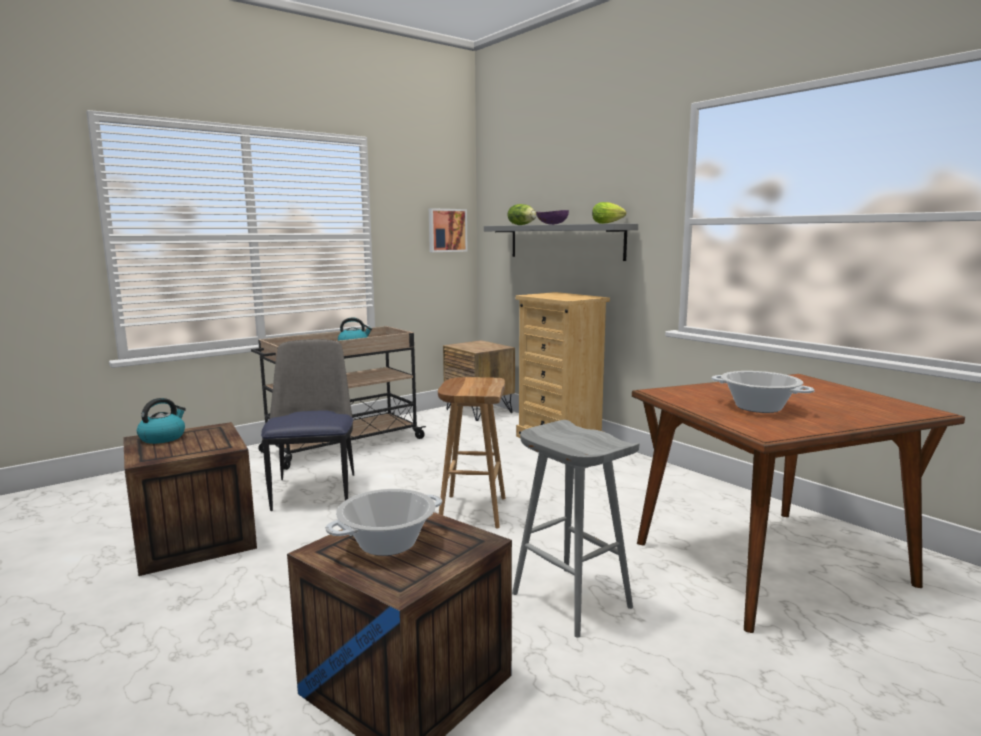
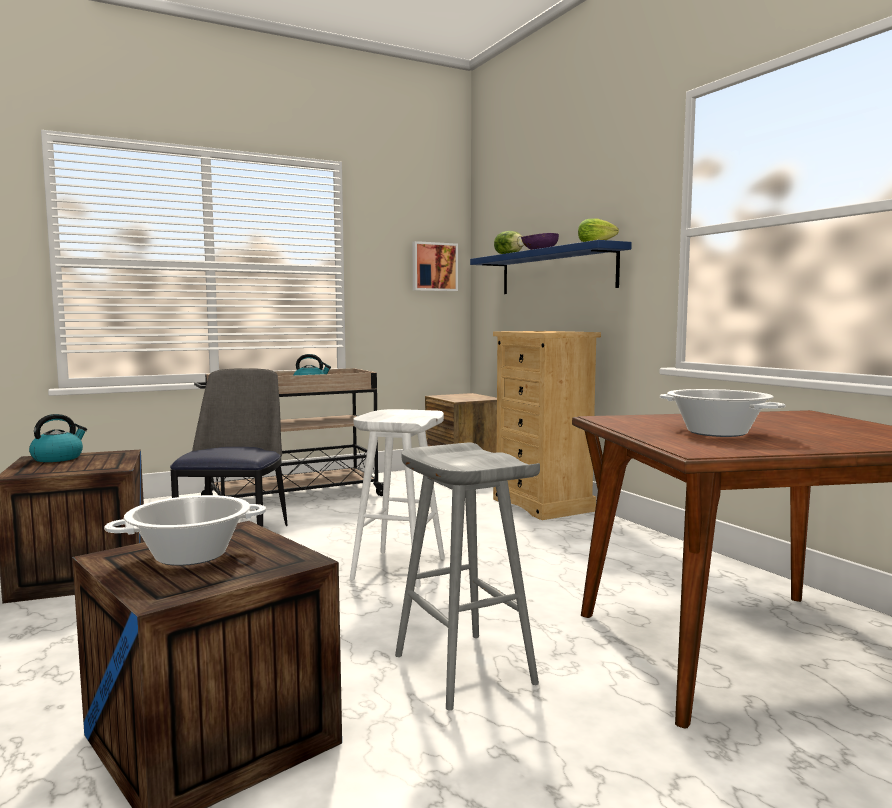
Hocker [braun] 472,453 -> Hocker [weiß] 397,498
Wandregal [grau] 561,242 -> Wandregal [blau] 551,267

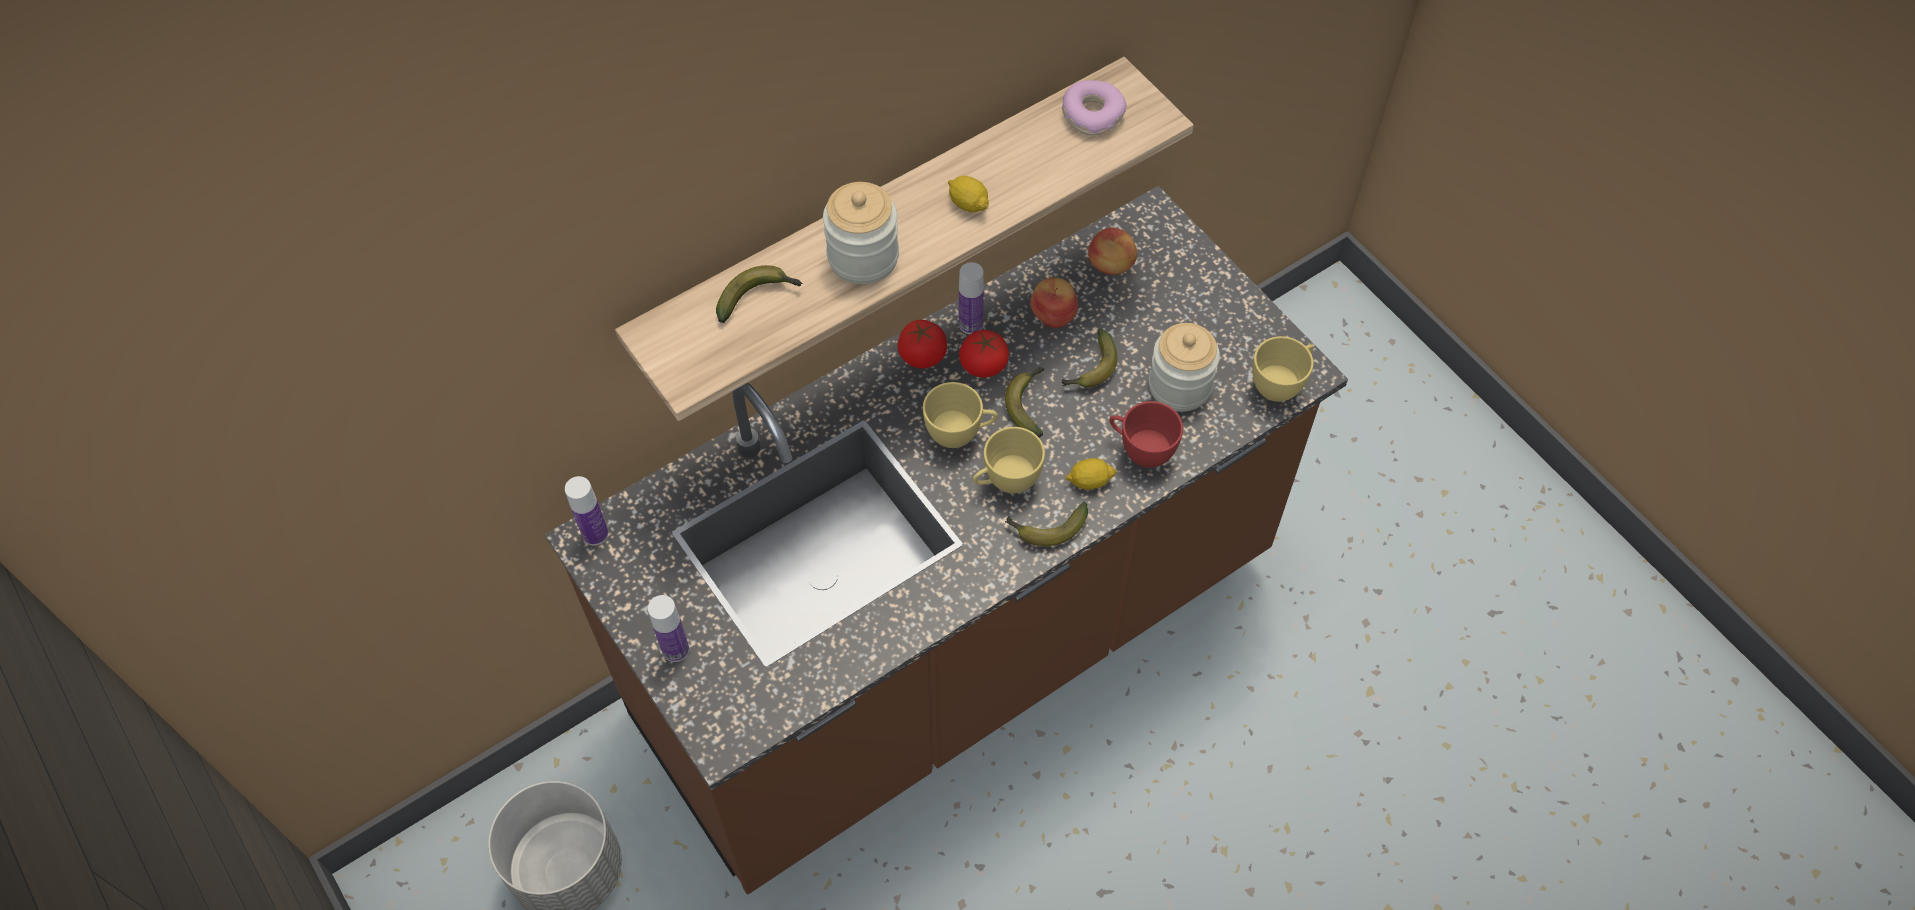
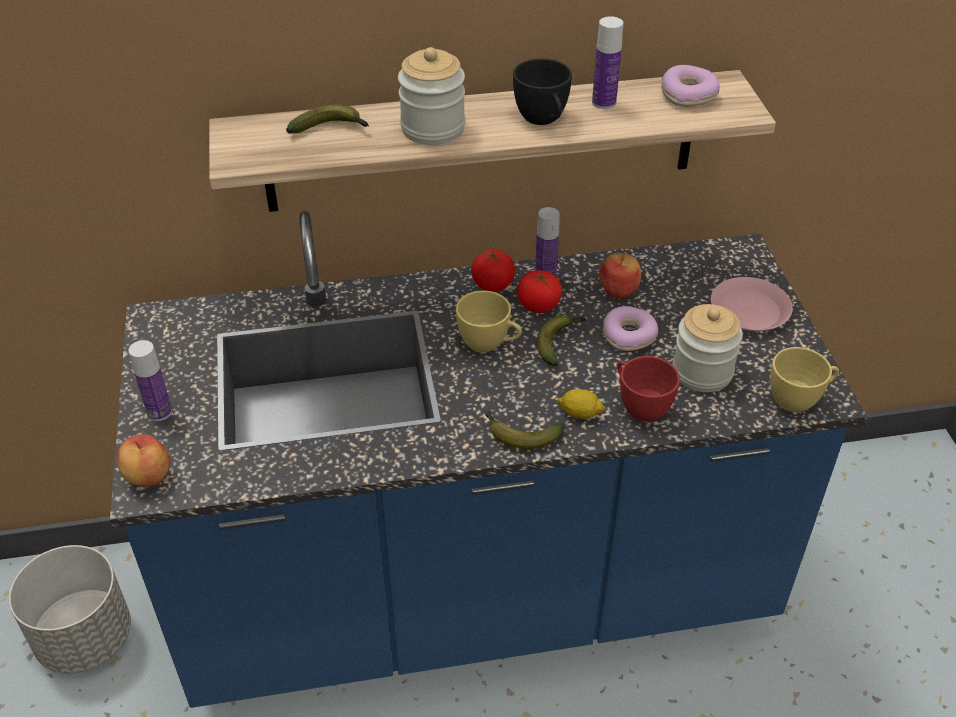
Tasse [gelb] 1009,460 -> none
none -> Teller [rosa] 752,304
Flasche 586,511 -> Flasche 607,62, relocated
Apfel 1112,251 -> Apfel 143,461, relocated
Zitrone 968,194 -> Tasse [schwarz] 542,91
Banane 1089,358 -> Donut 630,328
Küchenzeile [braun] 946,540 -> Küchenzeile [blau] 489,459

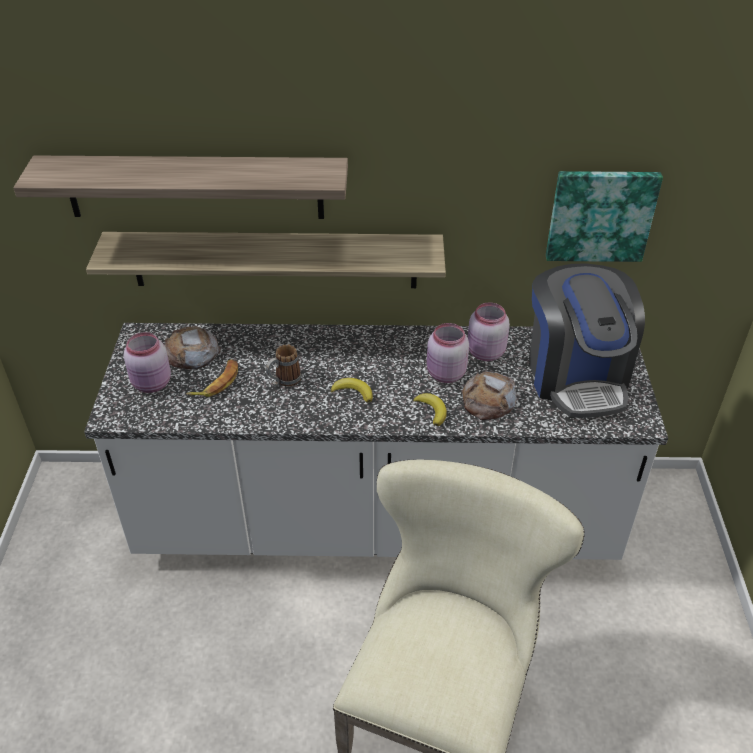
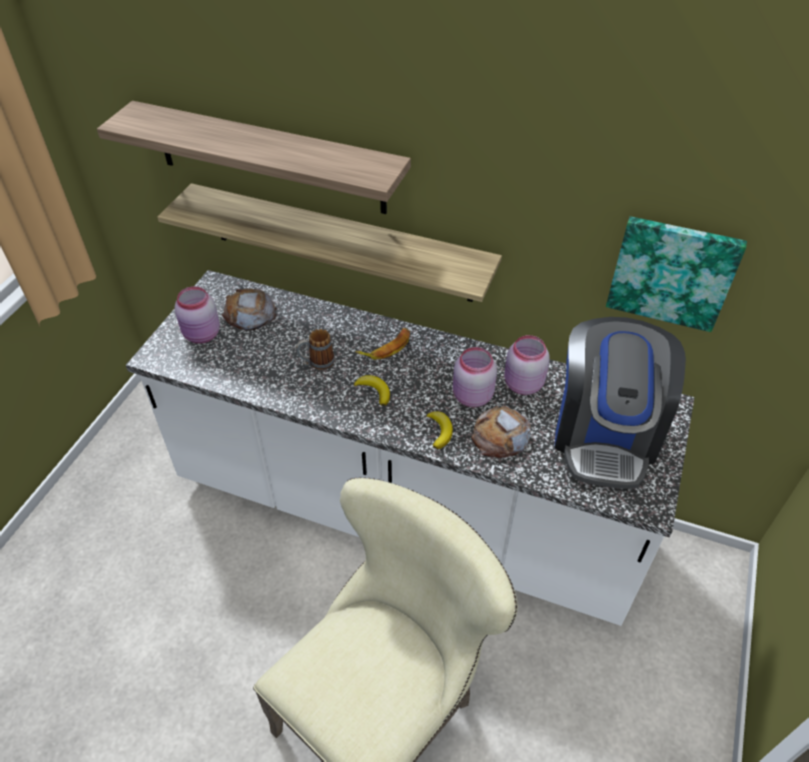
Banane 212,378 -> Banane 382,344, relocated

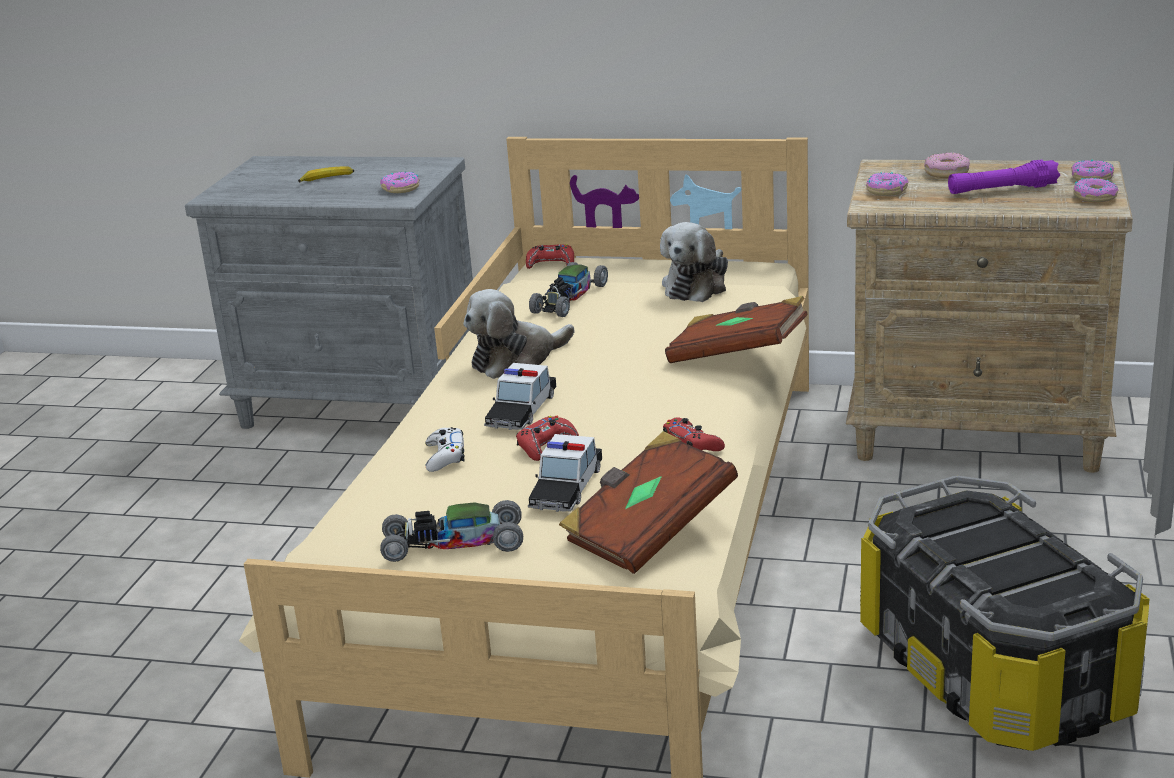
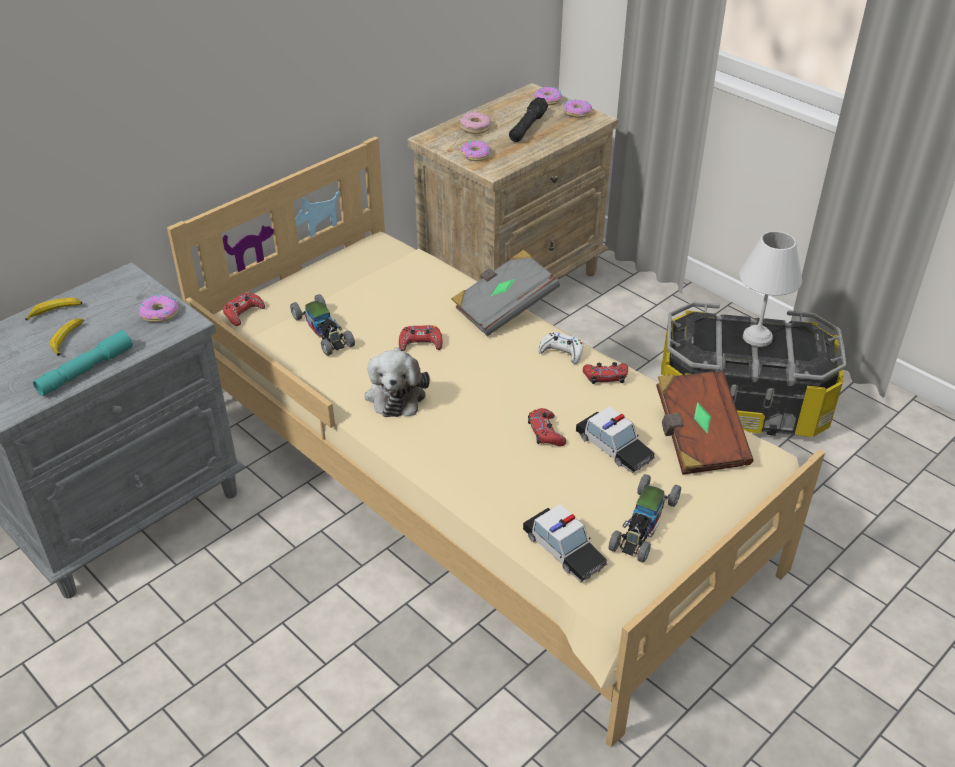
Plüschtier 694,262 -> none
none -> Banane 53,309
none -> Taschenlampe [türkis] 83,363
none -> Gamepad [rot] 420,338
none -> Tischlampe [weiß] 770,289
Gamepad [weiß] 445,449 -> Gamepad [weiß] 561,348, relocated
Spielzeugauto 520,396 -> Spielzeugauto 565,543, relocated
Buch [braun] 736,329 -> Buch [grau] 506,293
Taschenlampe [lila] 1004,176 -> Taschenlampe [schwarz] 528,119

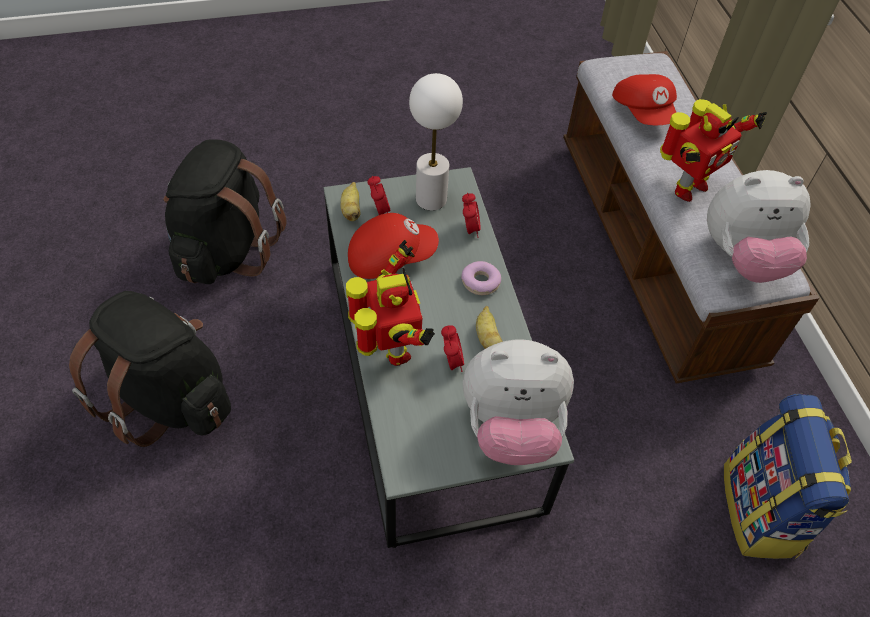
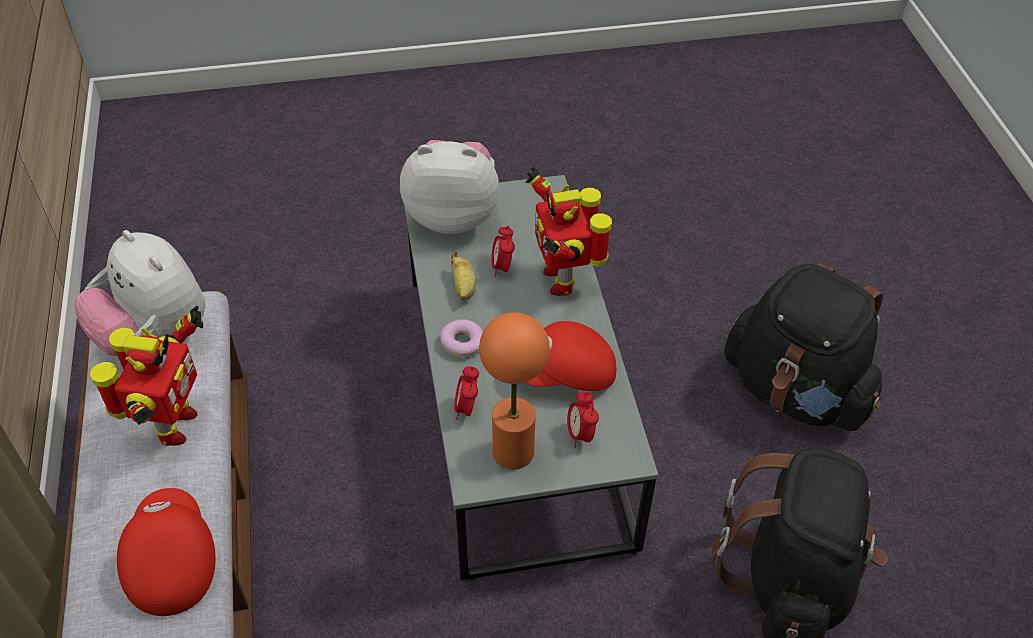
Banane 350,201 -> none
Rucksack 788,476 -> none
Tischlampe [weiß] 436,142 -> Tischlampe [orange] 514,390
Spielzeugroboter 713,150 -> Spielzeugroboter 146,376, 135 degrees clockwise
Plüschtier 759,226 -> Plüschtier 140,293, 135 degrees counterclockwise

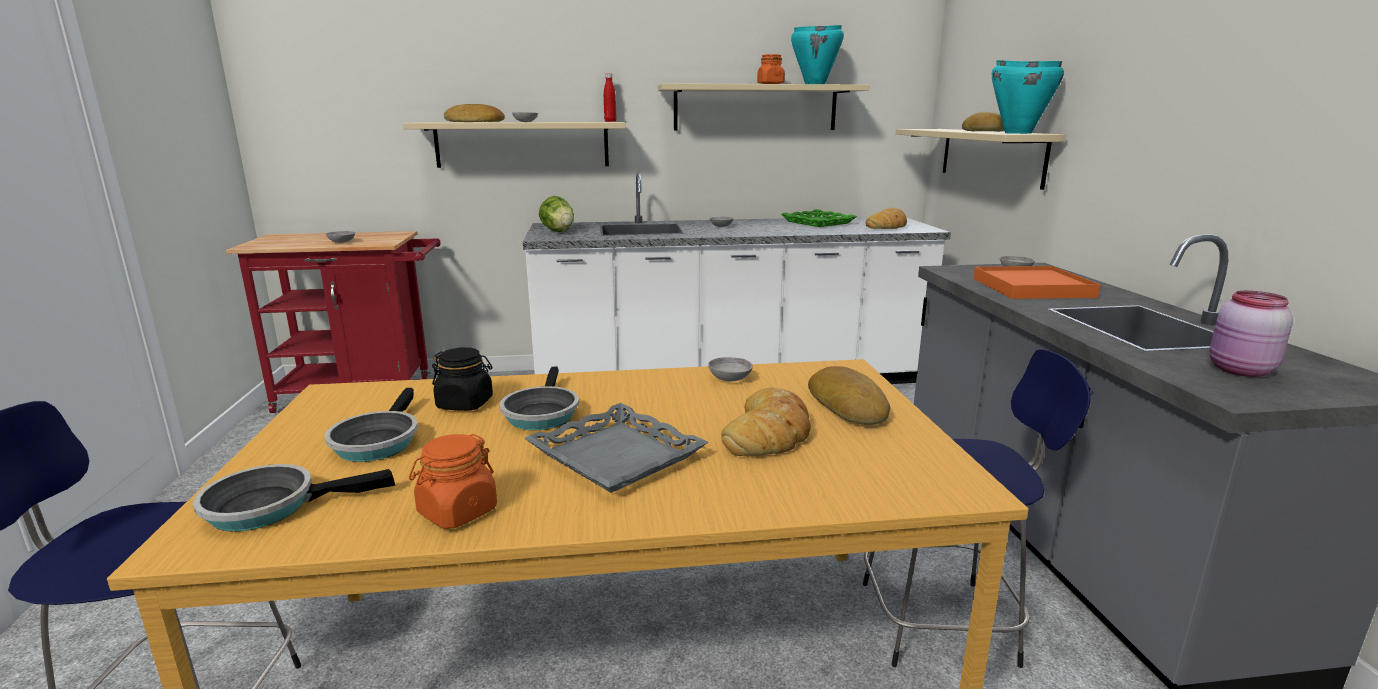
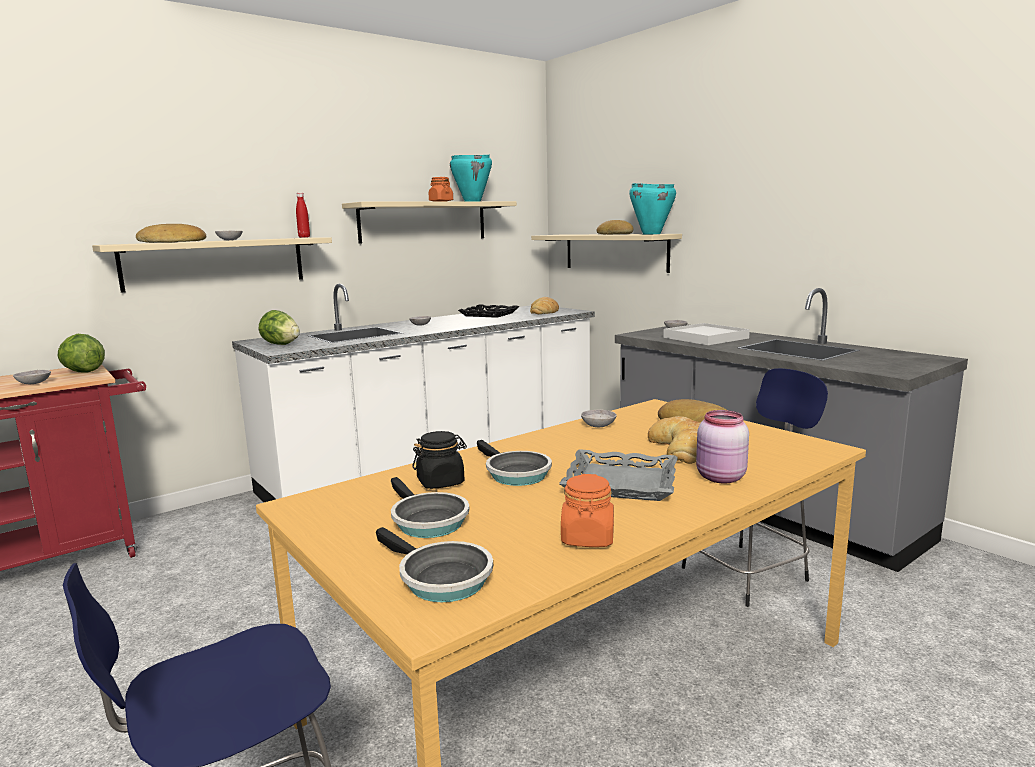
none -> Salatkopf 81,353
Vorratsglas [rosa] 1251,334 -> Vorratsglas [rosa] 722,446, relocated
Tablett [grün] 819,218 -> Tablett [schwarz] 488,311
Tablett [orange] 1036,282 -> Tablett [weiß] 706,334
Pfanne 294,498 -> Pfanne 434,564, 90 degrees counterclockwise

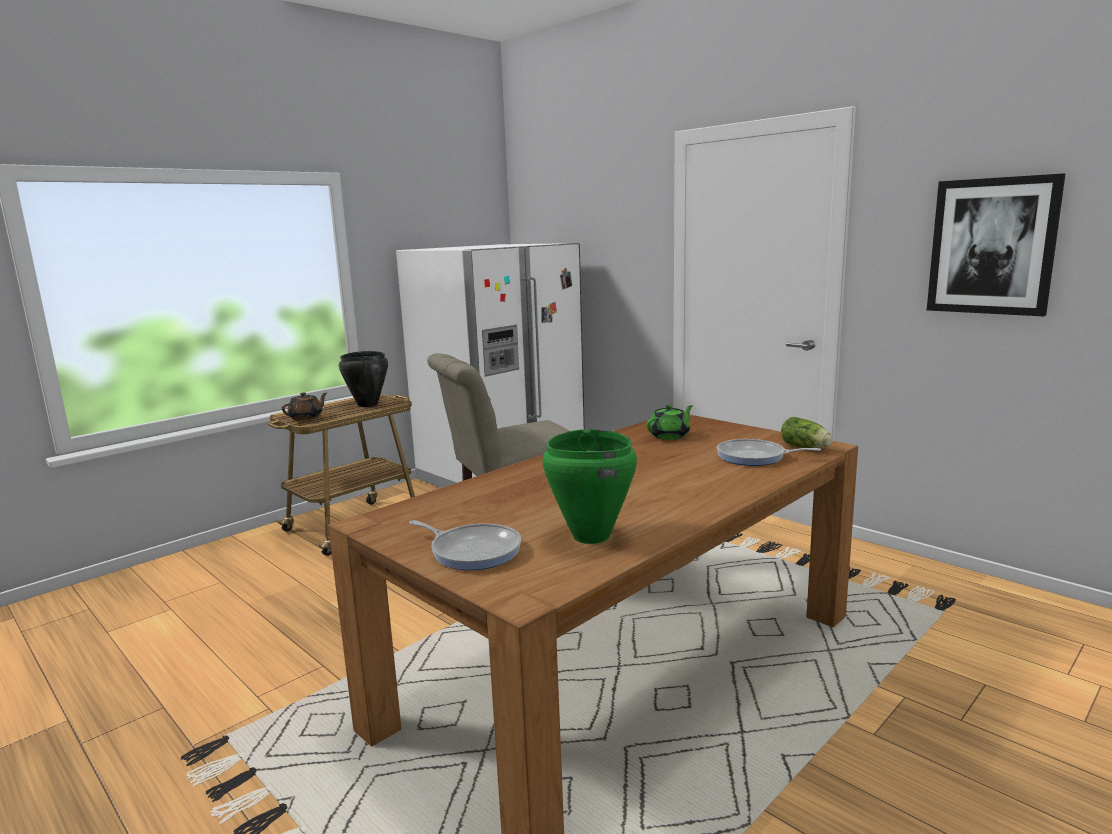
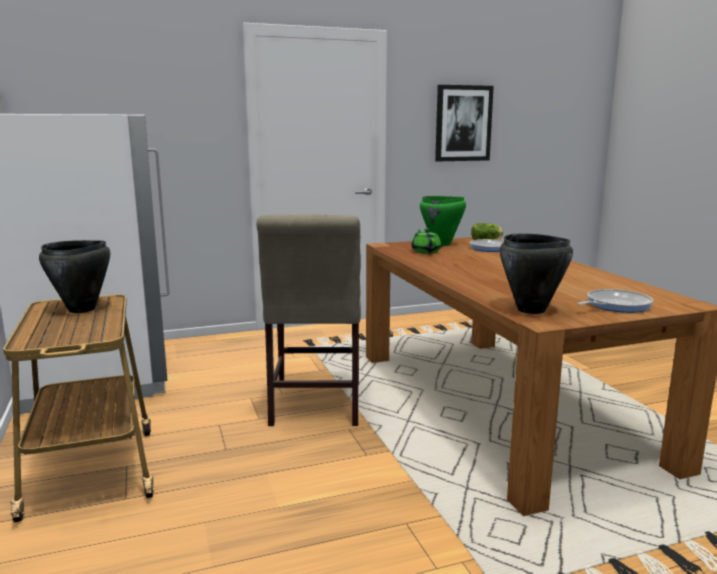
Teekanne [braun] 304,406 -> none
none -> Kochtopf [schwarz] 536,274
Kochtopf [grün] 590,486 -> Kochtopf [grün] 443,221, relocated

